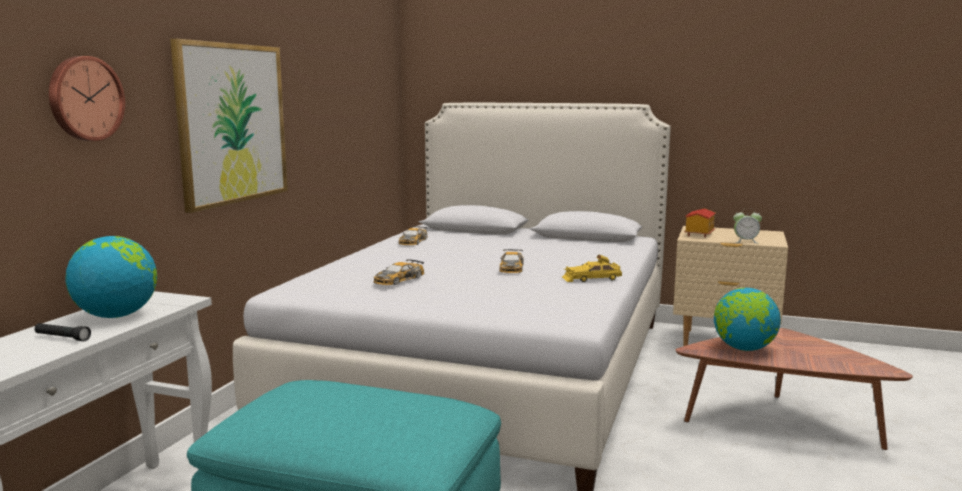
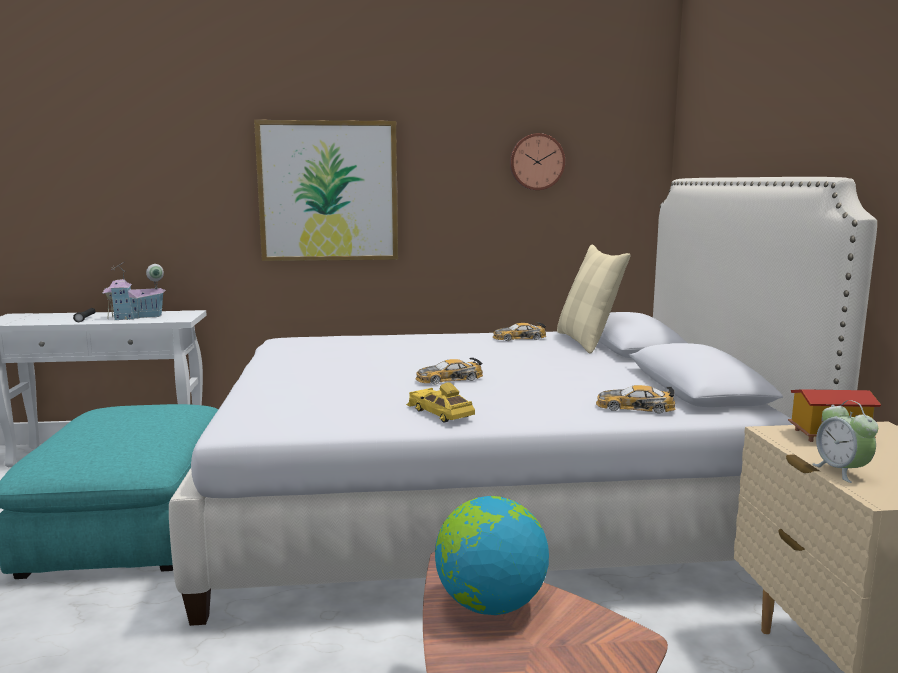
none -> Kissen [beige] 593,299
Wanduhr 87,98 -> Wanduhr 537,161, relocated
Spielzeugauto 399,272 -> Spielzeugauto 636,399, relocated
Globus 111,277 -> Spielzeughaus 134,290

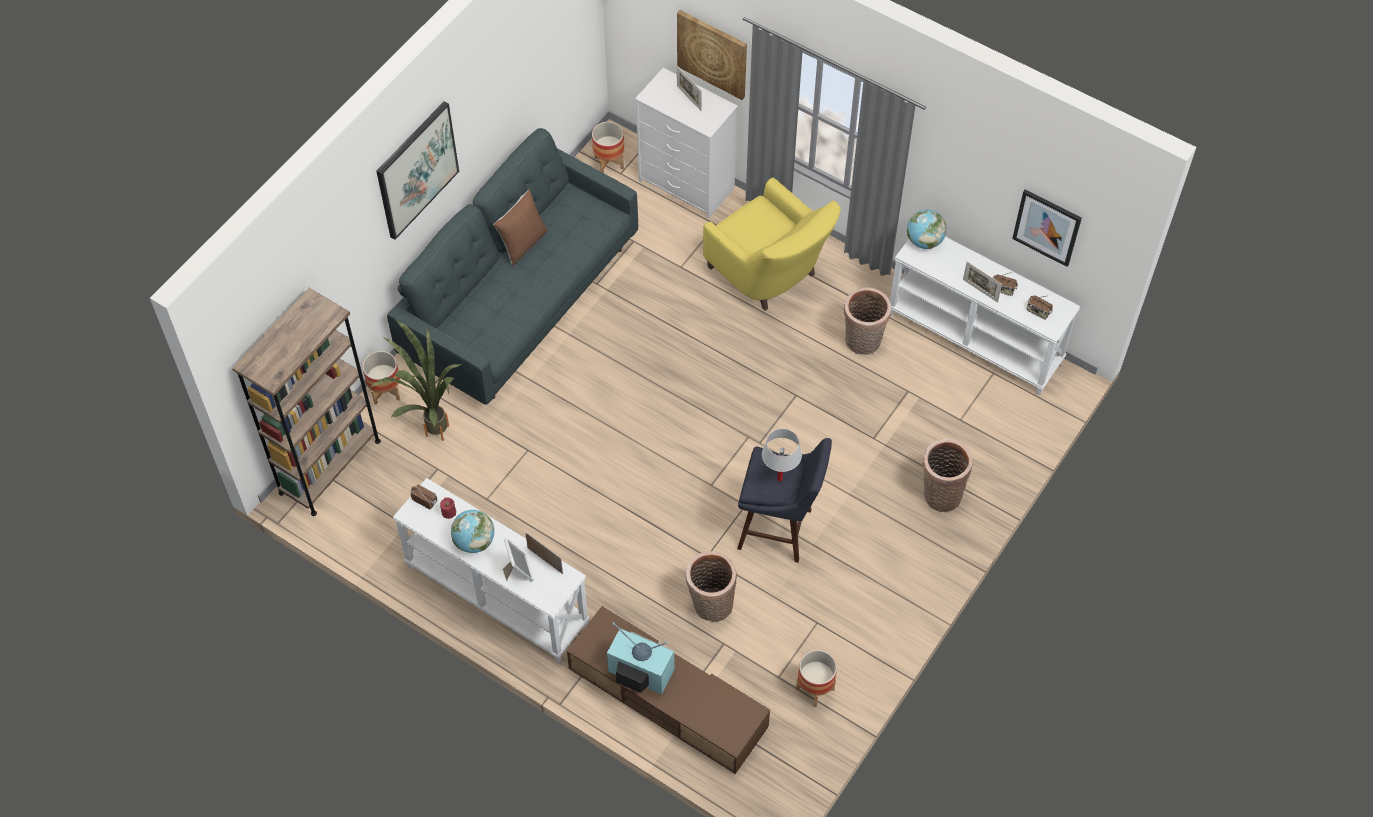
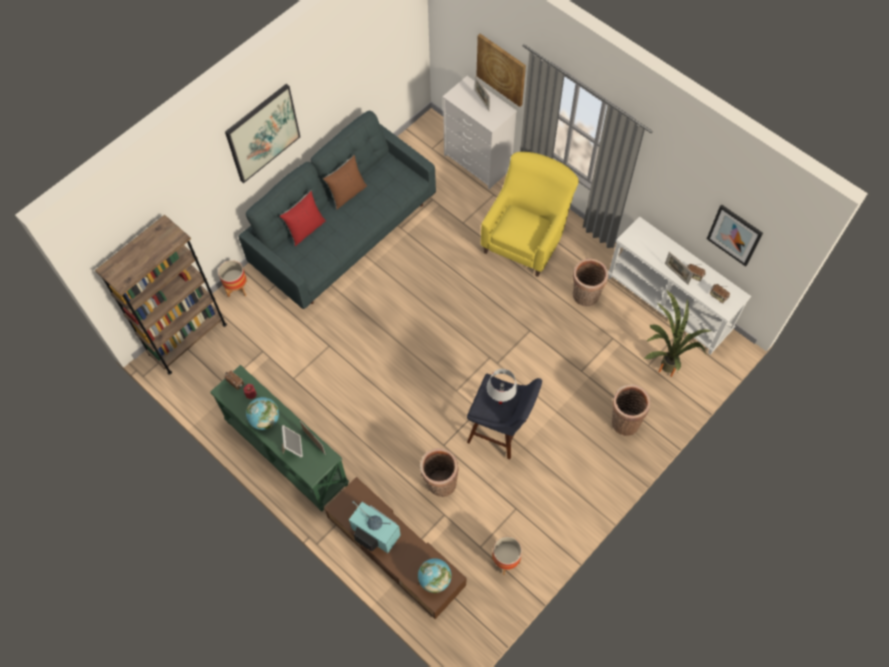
Pflanzkübel 608,147 -> none
none -> Kissen [rot] 303,218
Topfpflanze 416,380 -> Topfpflanze 678,334, relocated
Globus 927,229 -> Globus 435,575, relocated
Konsolentisch [weiß] 491,570 -> Konsolentisch [grün] 279,438
Sessel [gelb] 772,244 -> Sessel [gelb] 530,214, 120 degrees counterclockwise

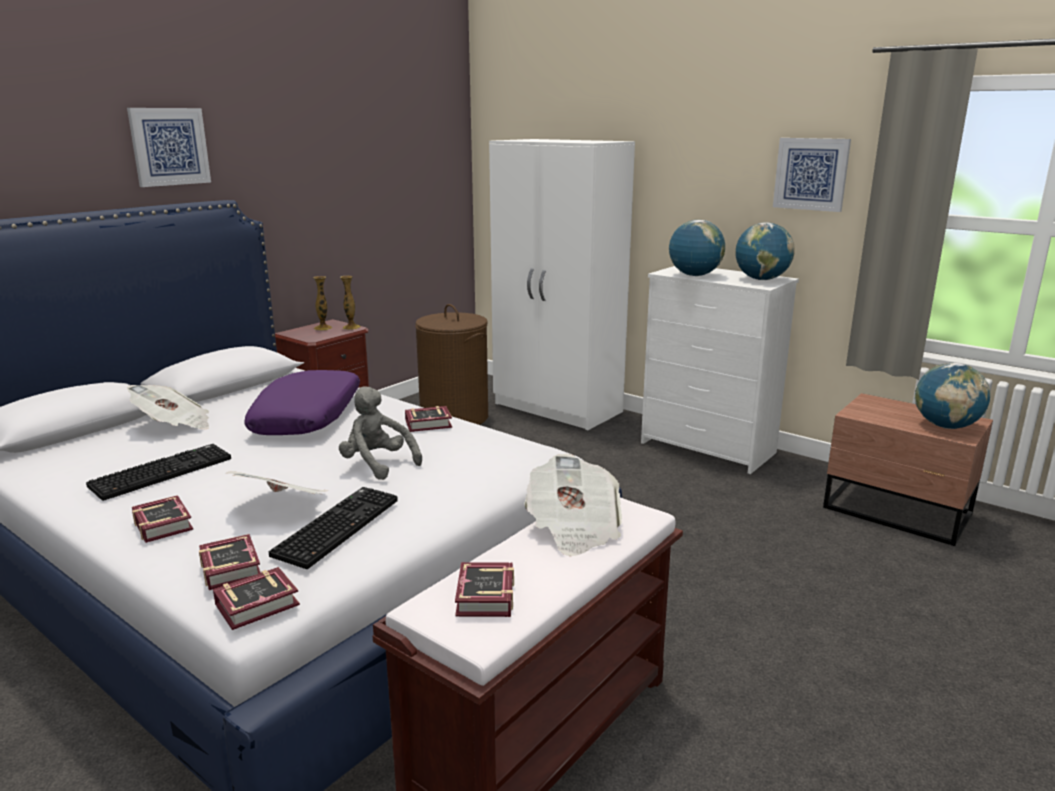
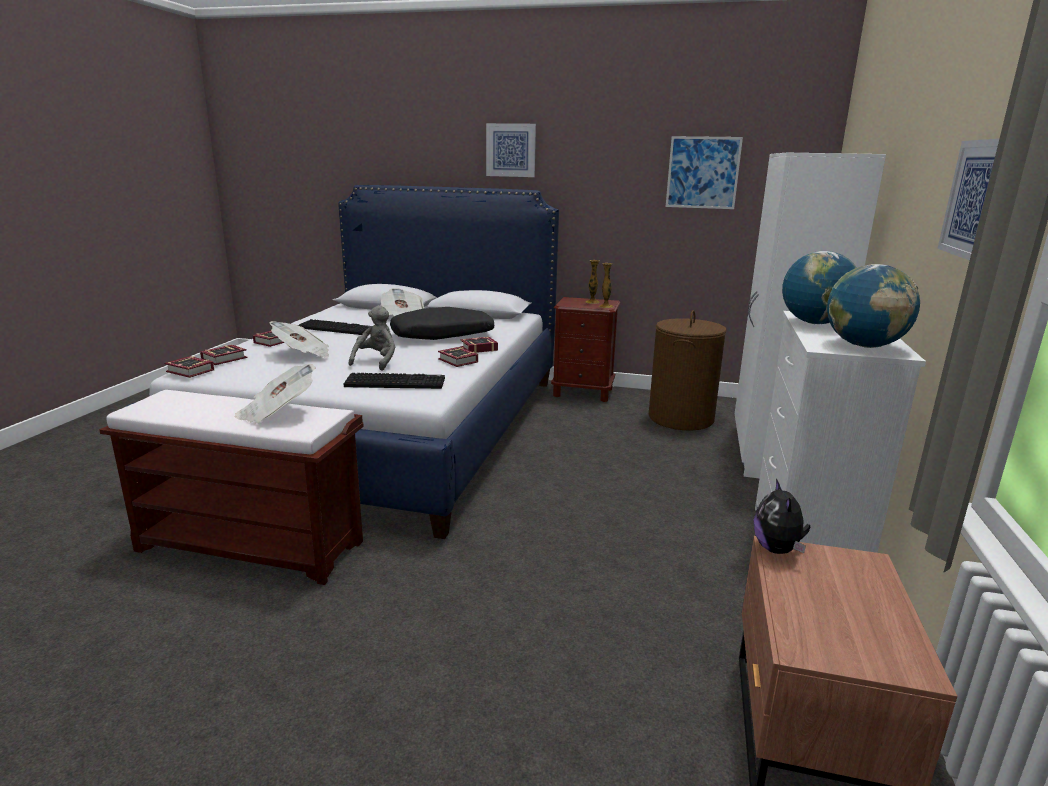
Globus 952,396 -> none
none -> Bild 704,172
none -> Plüschtier 782,516
Tastatur 333,528 -> Tastatur 394,381, relocated
Buch 484,589 -> Buch 479,345, relocated
Kissen [lila] 302,402 -> Kissen [schwarz] 442,323

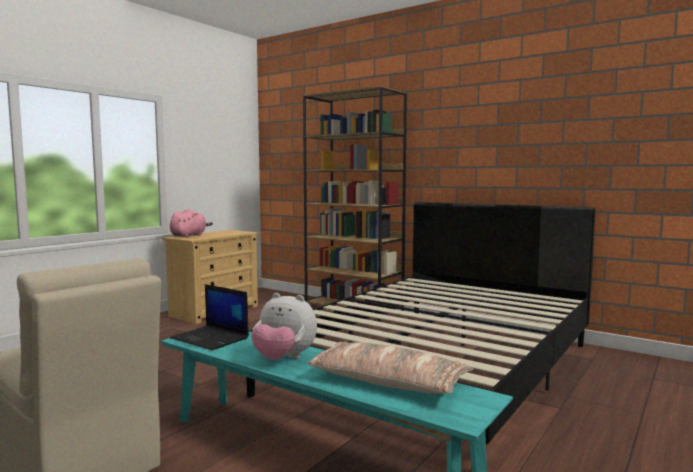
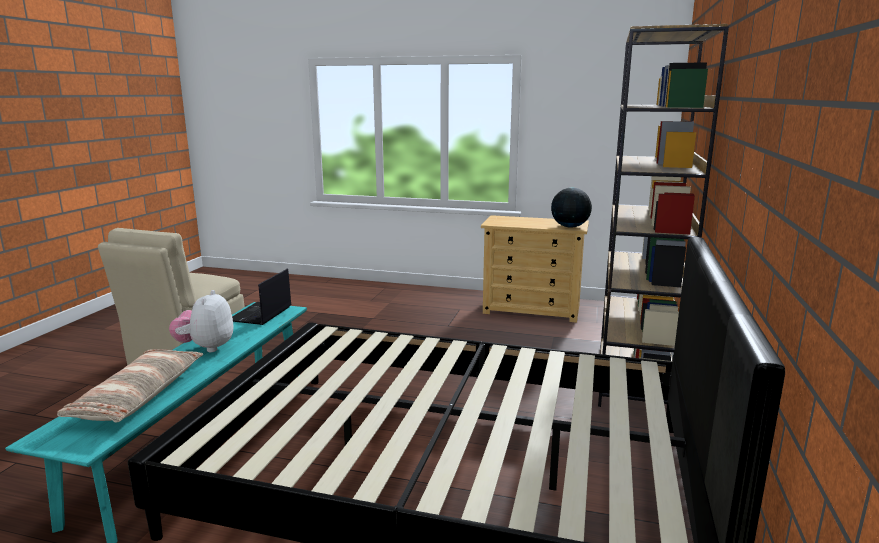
Plüschtier [rosa] 191,223 -> none
none -> Globus 571,208

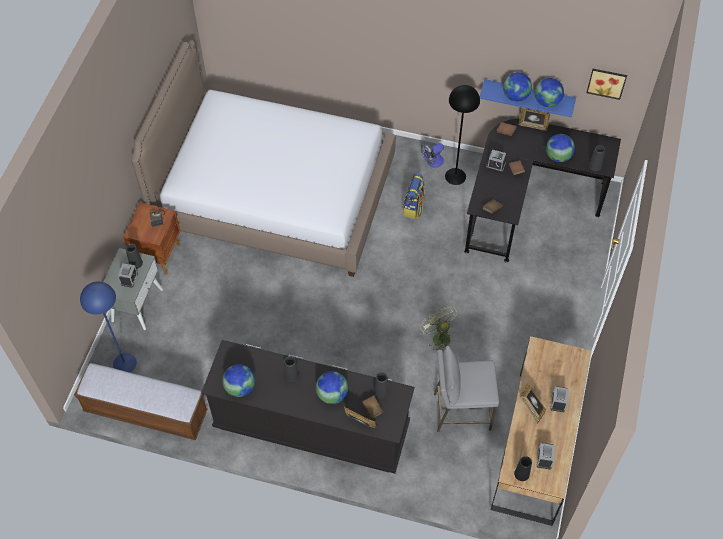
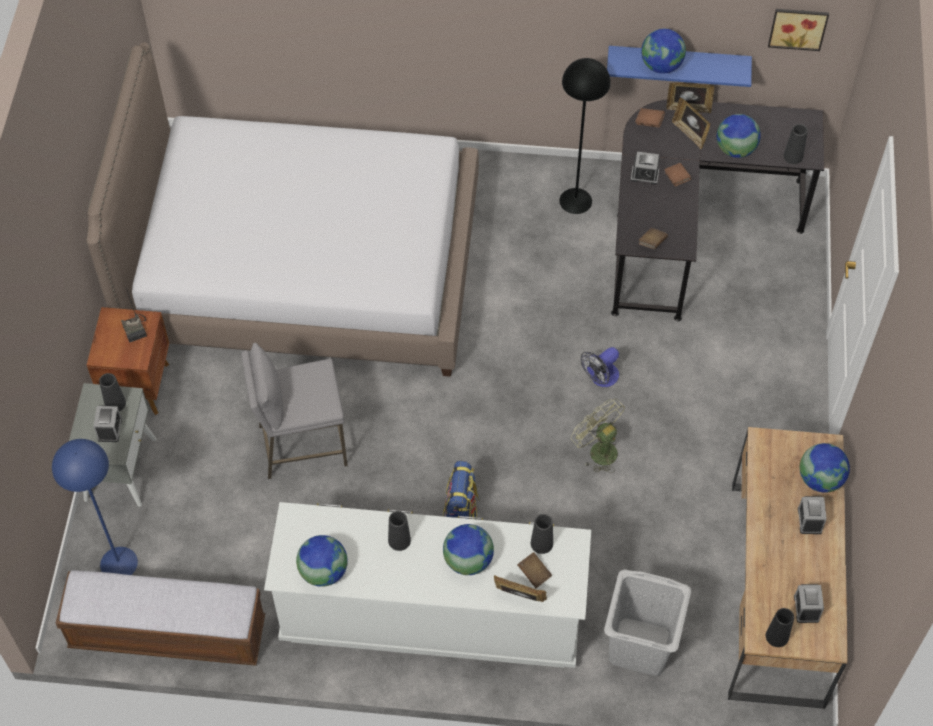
none -> Wäschekorb [grau] 647,622
Rucksack 414,196 -> Rucksack 461,490, relocated
Ventilator 432,155 -> Ventilator 600,367, relocated
Hocker [grau] 466,389 -> Hocker [grau] 294,411, relocated
Bilderrahmen 533,404 -> Bilderrahmen 691,123, relocated
Globus 549,92 -> Globus 825,468, relocated
Kommode [schwarz] 308,407 -> Kommode [weiß] 427,585

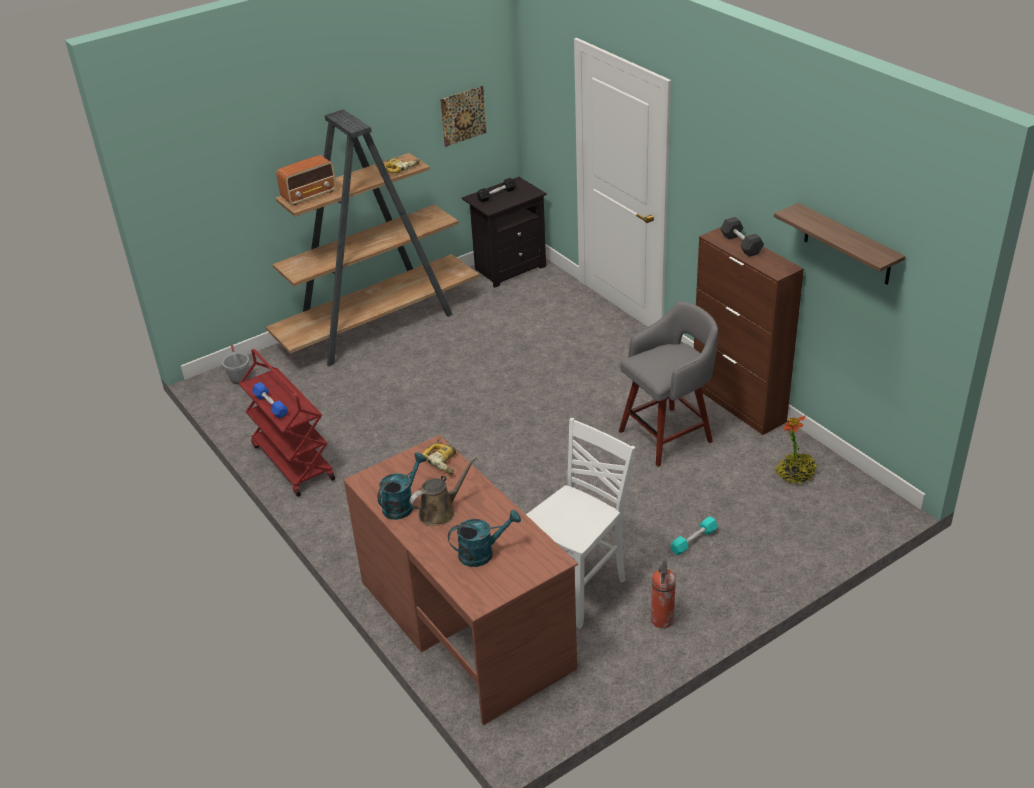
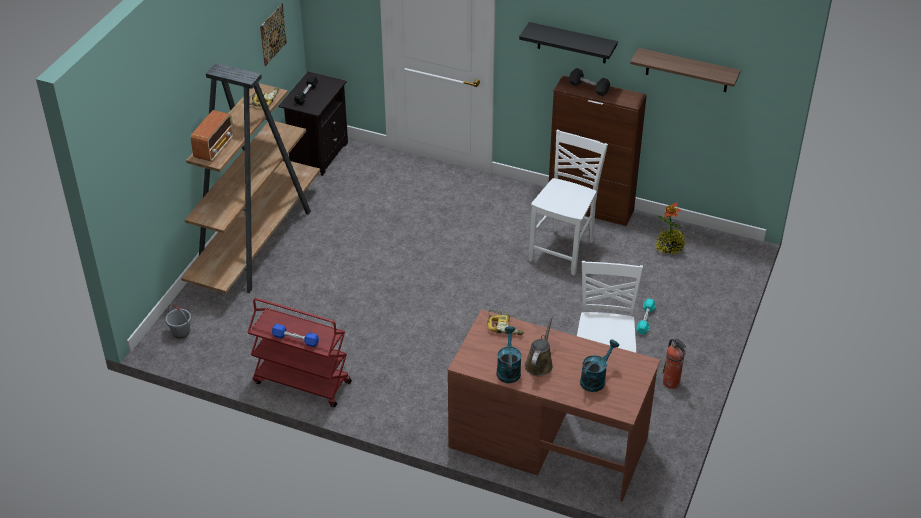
none -> Wandregal [schwarz] 568,42
Hocker [grau] 668,384 -> Stuhl [weiß] 568,202

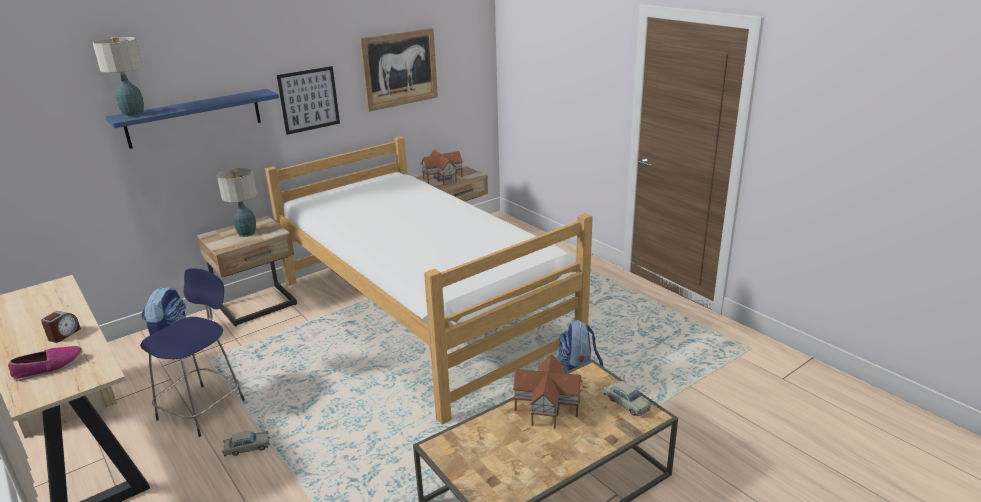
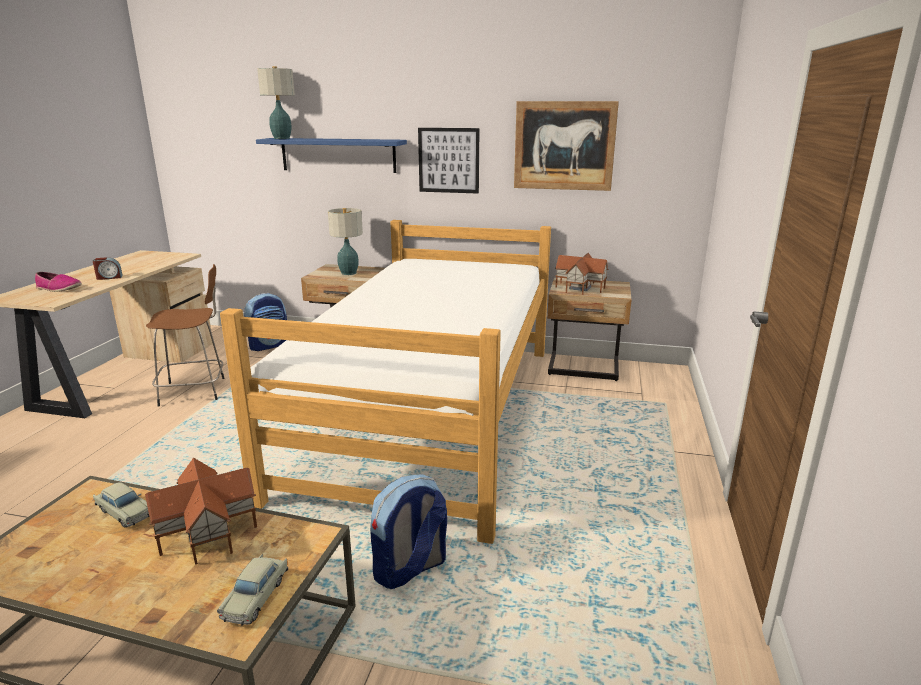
Spielzeugauto [beige] 246,443 -> Spielzeugauto [beige] 121,505, relocated
Hocker [blau] 192,352 -> Hocker [braun] 185,335

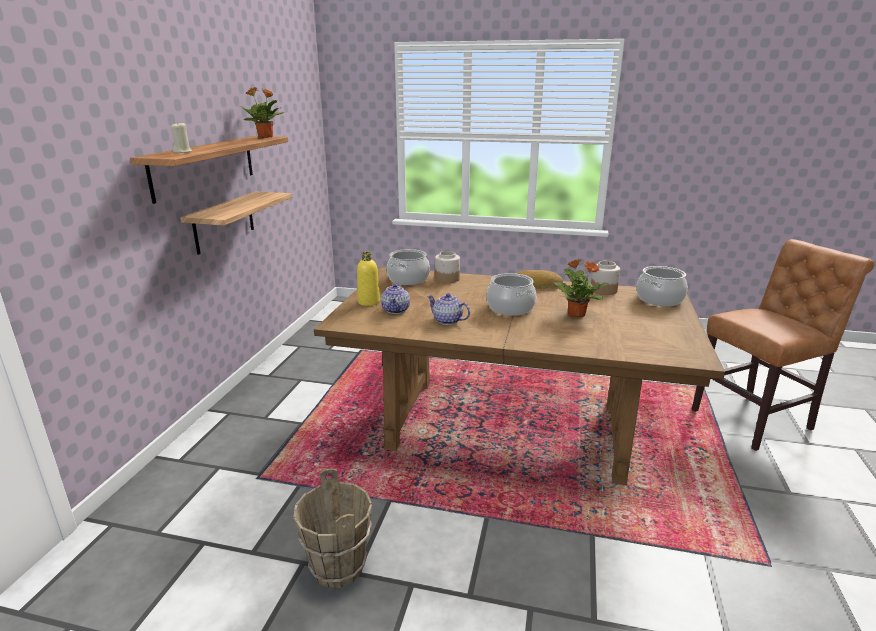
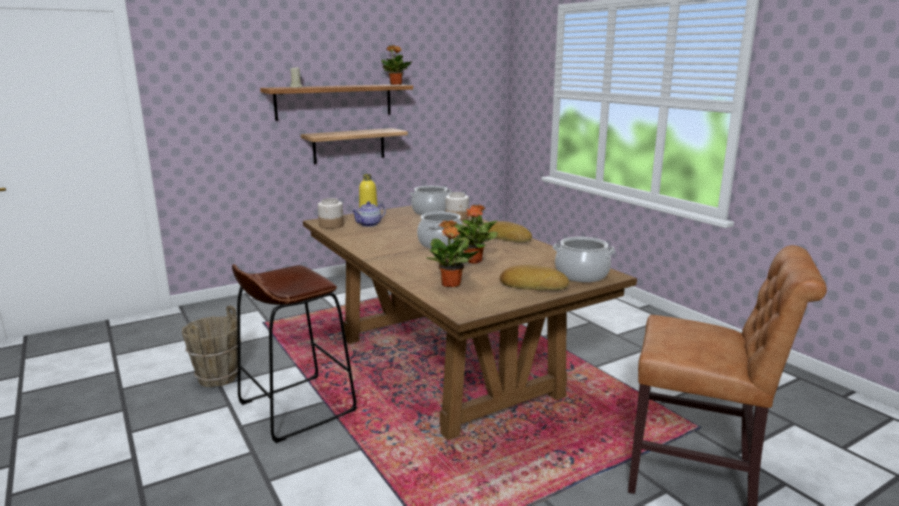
Teekanne 448,309 -> none
none -> Hocker [braun] 294,353
none -> Topfpflanze 452,253
none -> Brot 534,277
Vorratsglas 605,278 -> Vorratsglas 331,213, relocated

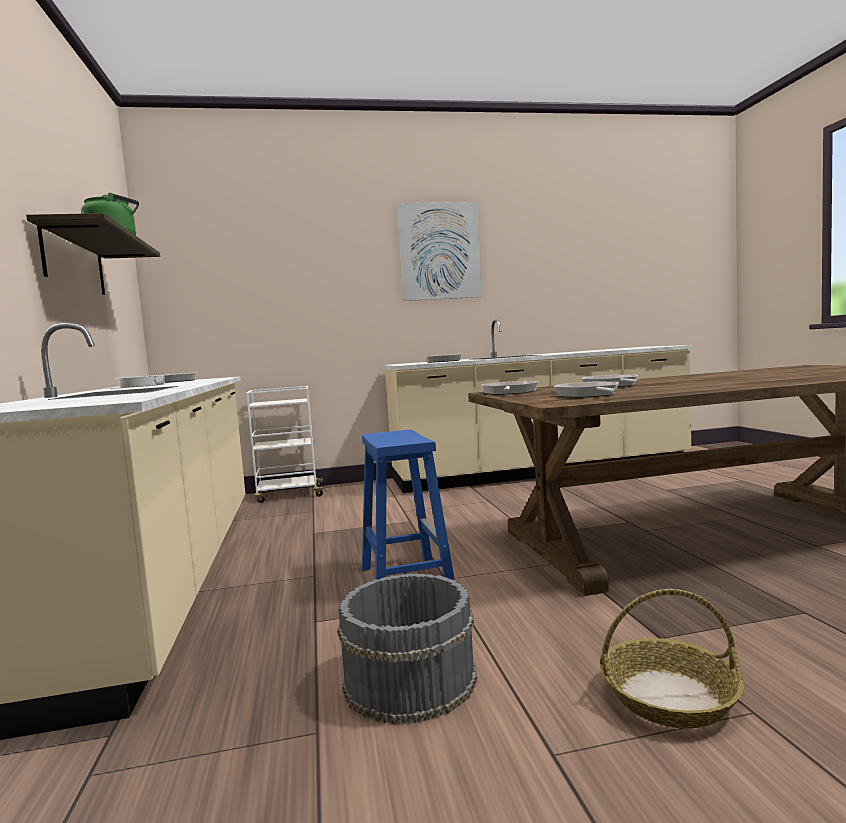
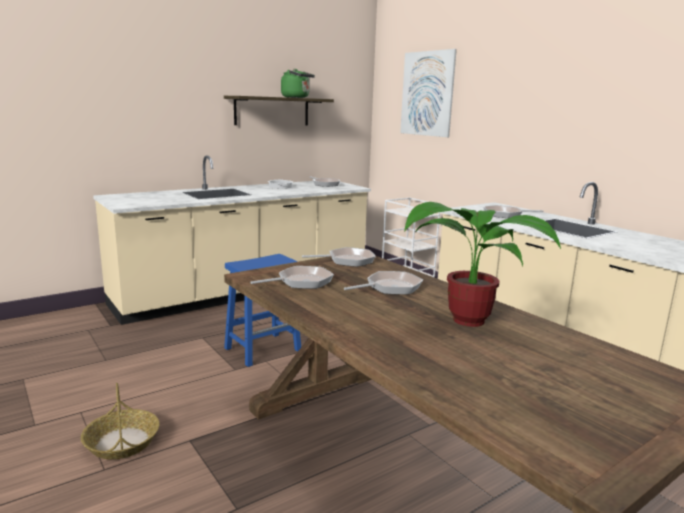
Eimer [grau] 407,648 -> none
none -> Topfpflanze 482,264
Bild 439,251 -> Bild 428,93, relocated

